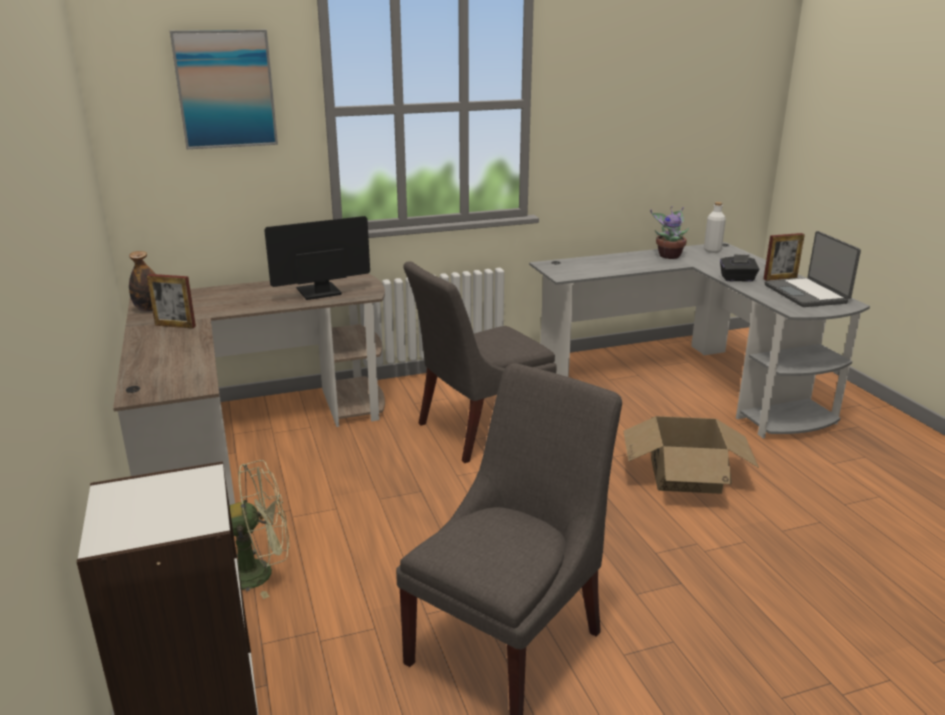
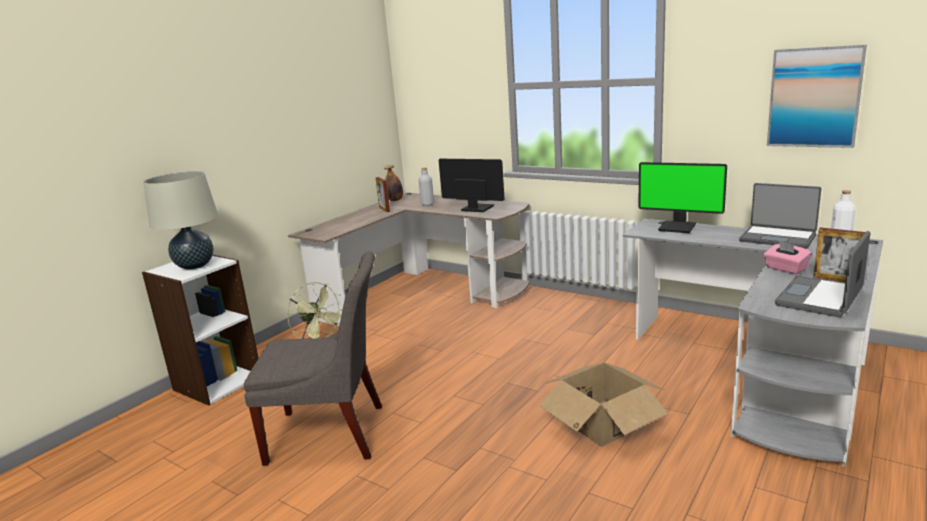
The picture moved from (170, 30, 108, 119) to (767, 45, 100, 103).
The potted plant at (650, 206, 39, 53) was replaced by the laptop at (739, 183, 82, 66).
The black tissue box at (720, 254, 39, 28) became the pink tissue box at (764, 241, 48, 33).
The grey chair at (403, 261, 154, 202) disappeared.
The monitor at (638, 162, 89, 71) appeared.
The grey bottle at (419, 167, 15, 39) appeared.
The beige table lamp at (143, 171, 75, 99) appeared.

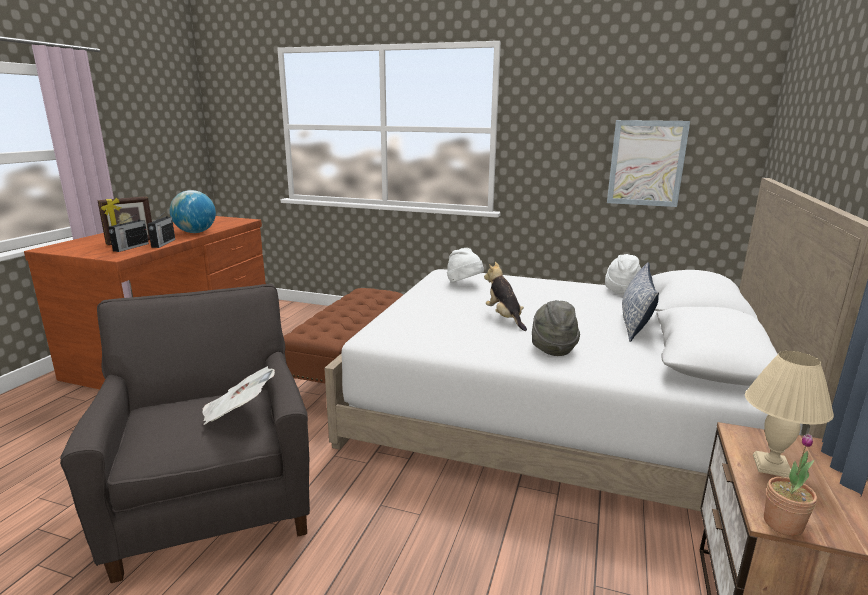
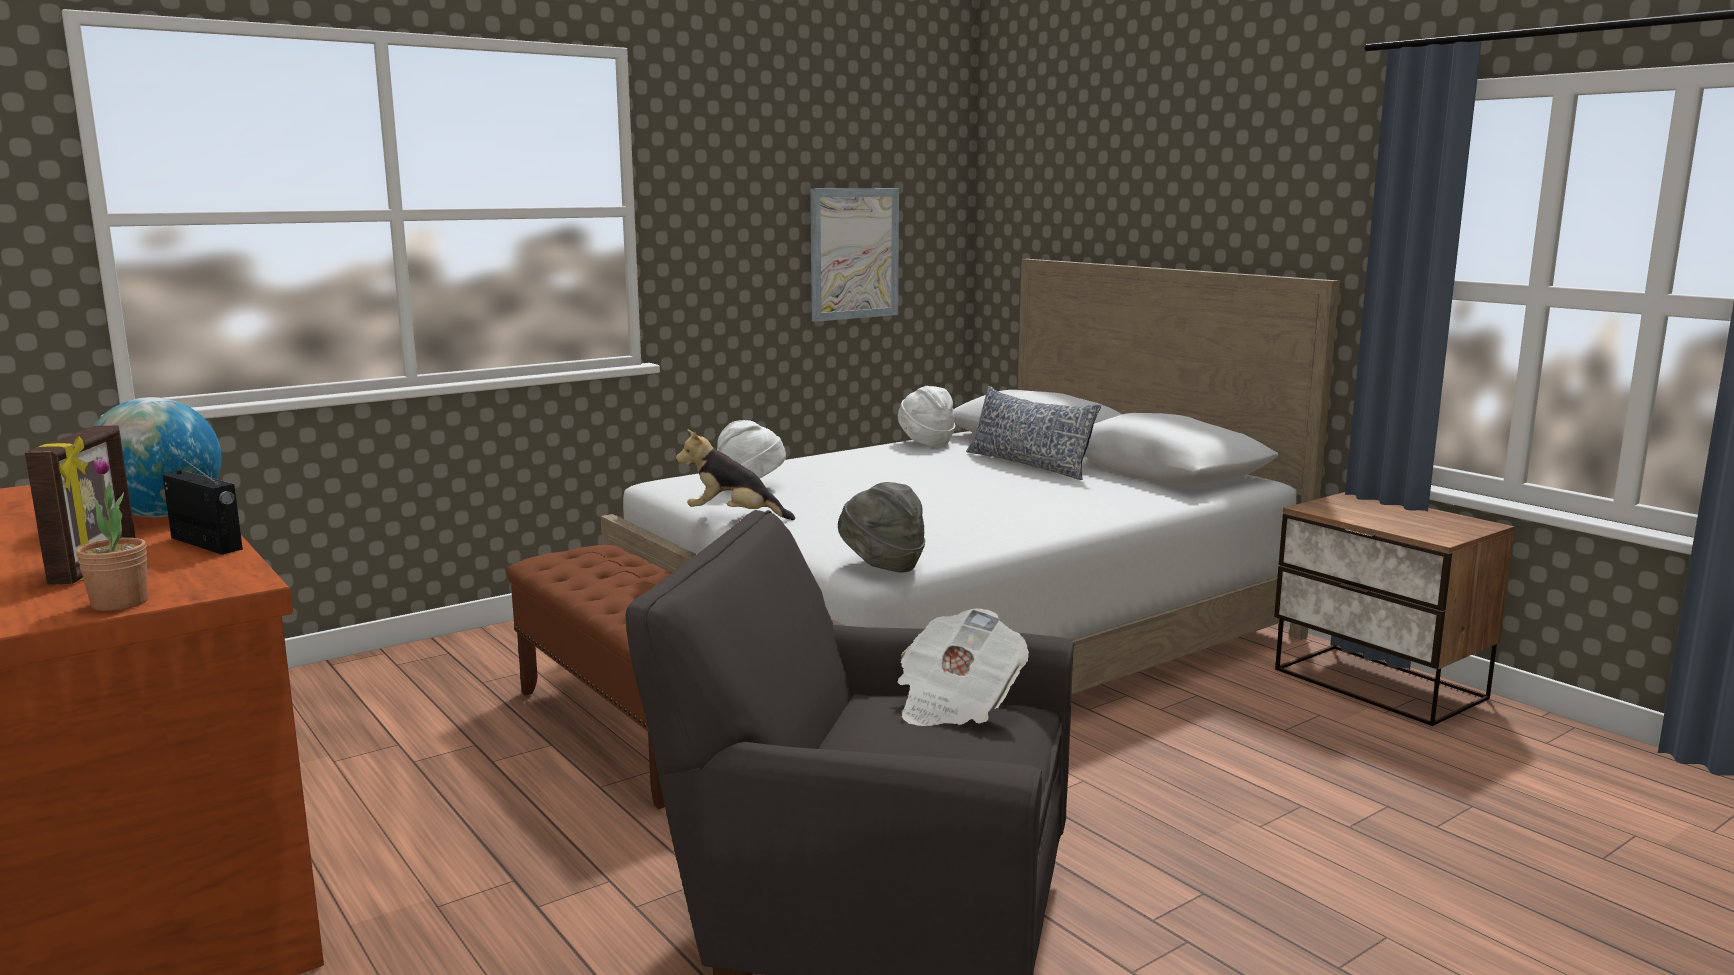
The radio at (109, 214, 40, 38) disappeared.
The plush toy moved from (484, 262, 43, 69) to (676, 429, 119, 91).
The grey hat moved from (532, 300, 48, 56) to (838, 482, 87, 90).
The beige table lamp at (745, 351, 89, 127) disappeared.
The potted plant moved from (764, 434, 53, 102) to (76, 457, 72, 154).

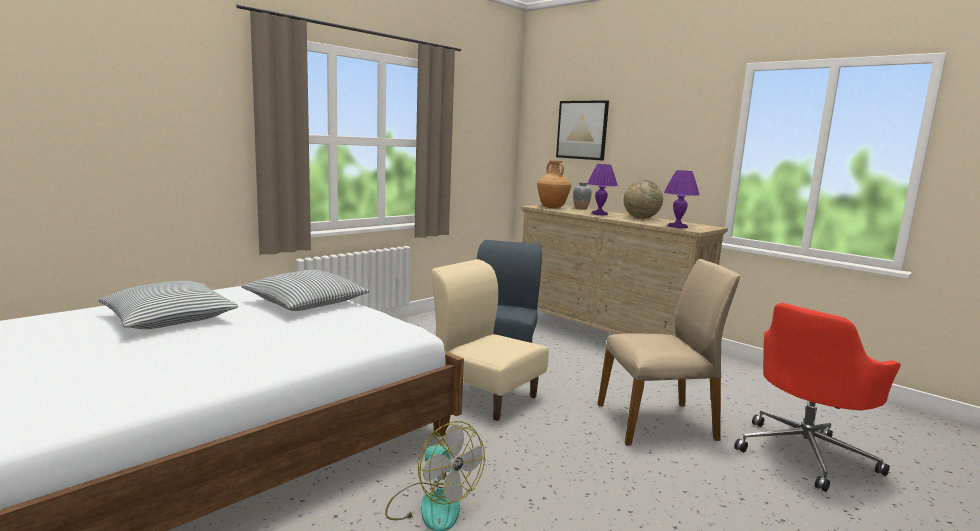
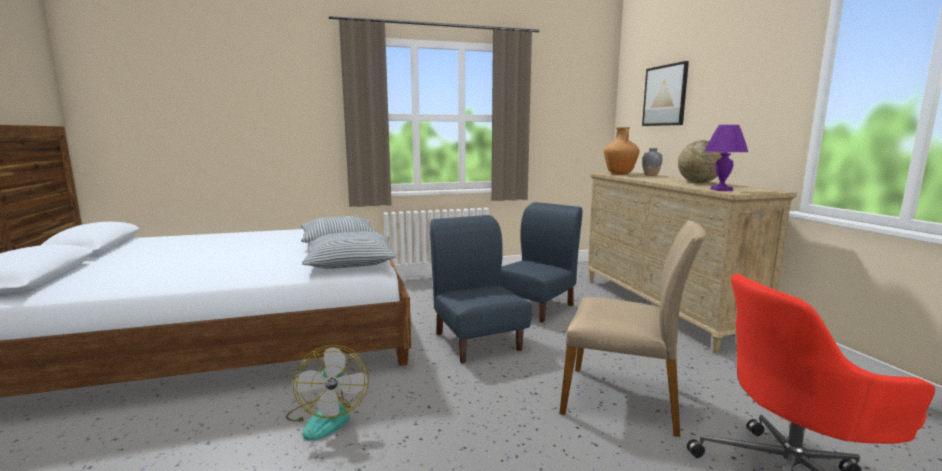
The purple table lamp at (587, 164, 31, 51) disappeared.
The beige chair at (432, 259, 116, 162) became the blue chair at (430, 215, 102, 148).
The pillow moved from (98, 281, 140, 48) to (302, 232, 94, 37).

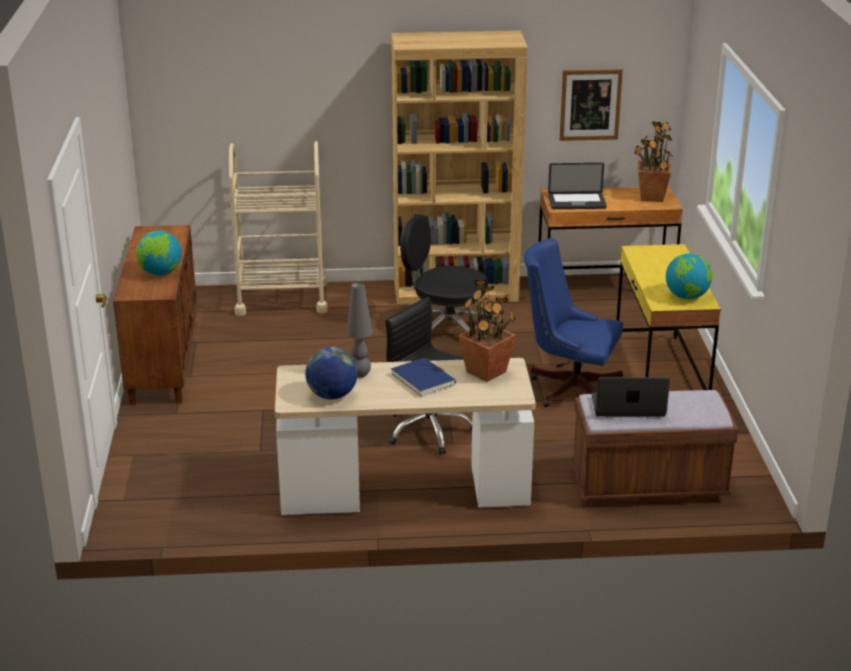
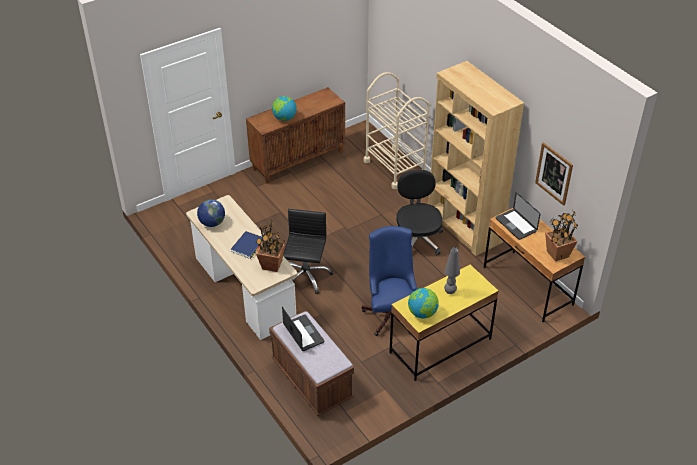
The grey table lamp moved from (346, 282, 27, 96) to (444, 247, 16, 47).

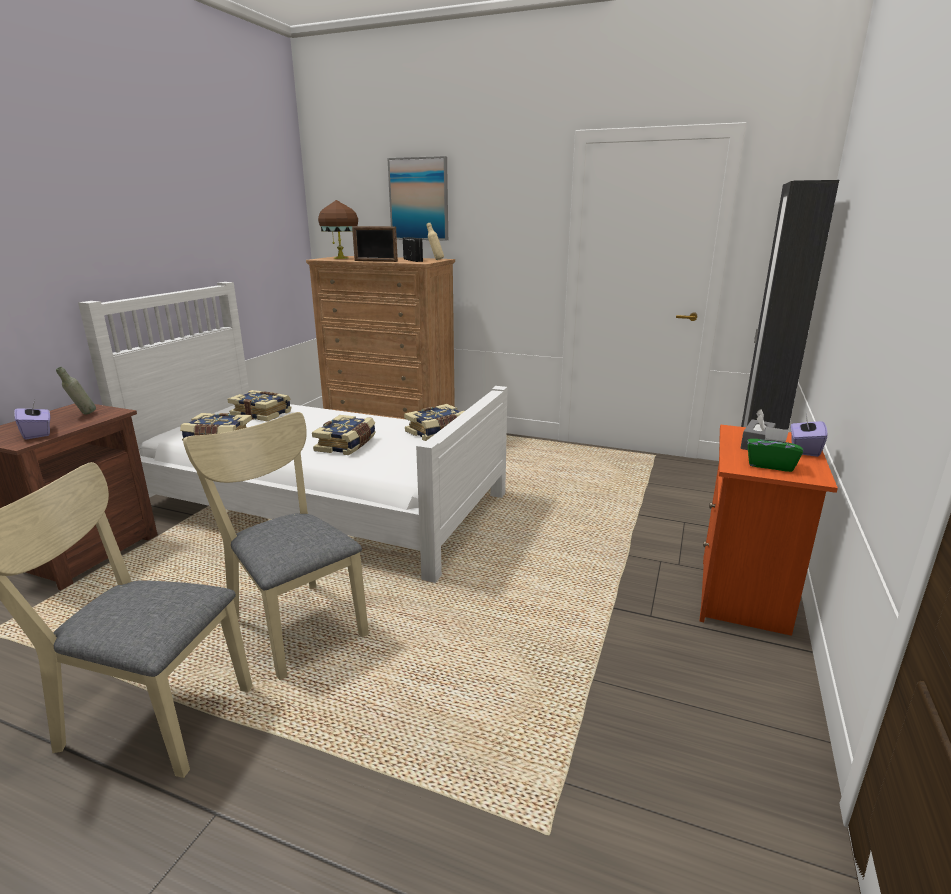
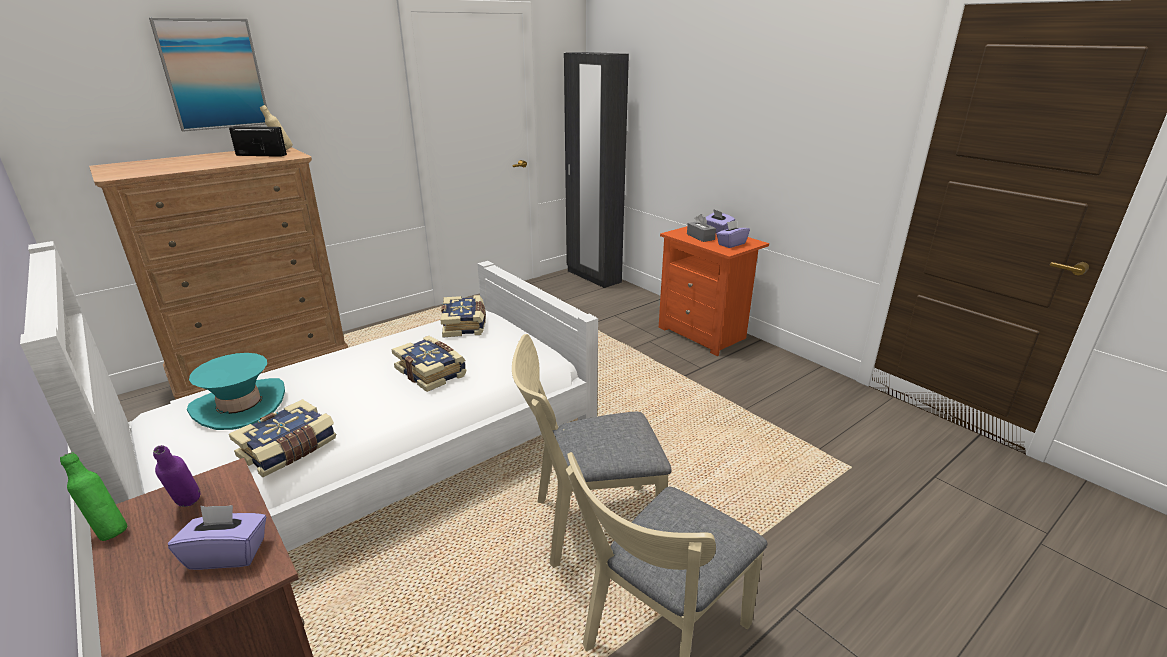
The brown table lamp at (318, 200, 40, 59) disappeared.
The picture frame at (352, 226, 46, 36) disappeared.
The grey bottle at (56, 367, 40, 48) became the purple bottle at (153, 445, 48, 62).
The book at (228, 390, 63, 32) was replaced by the turquoise hat at (187, 353, 98, 77).
The green tissue box at (747, 427, 56, 45) became the purple tissue box at (716, 220, 34, 28).
The green bottle at (60, 452, 67, 89) appeared.

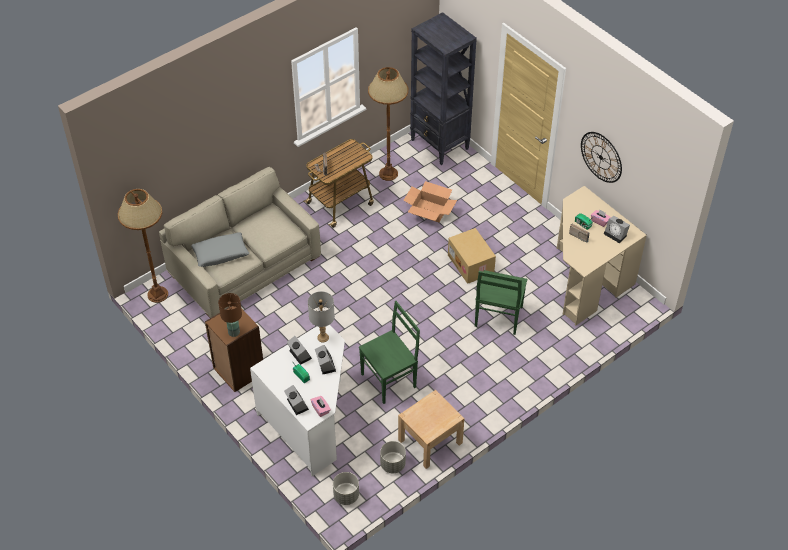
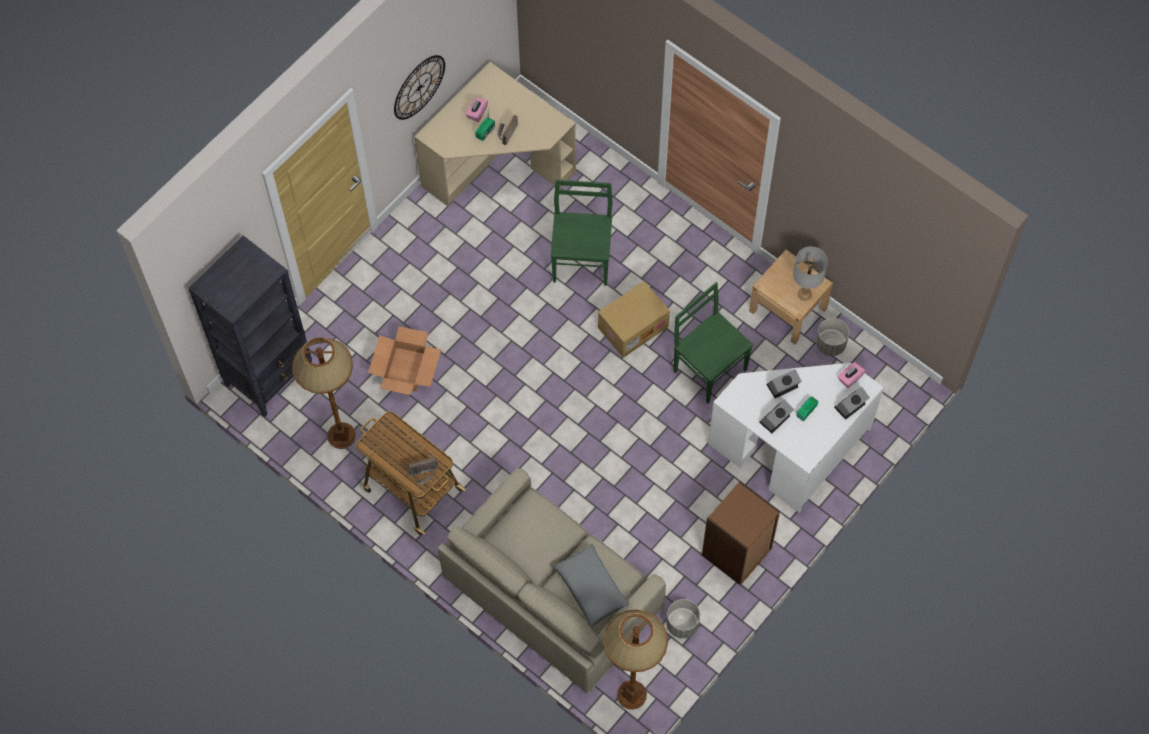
The alarm clock at (604, 216, 26, 27) disappeared.
The cardboard box moved from (448, 228, 48, 56) to (598, 281, 72, 77).
The green chair at (475, 270, 52, 65) turned 90 degrees counterclockwise.
The grey table lamp moved from (308, 291, 27, 51) to (793, 247, 35, 54).
The brown table lamp at (218, 293, 24, 44) disappeared.
The grey planter moved from (333, 472, 26, 33) to (666, 599, 34, 40).

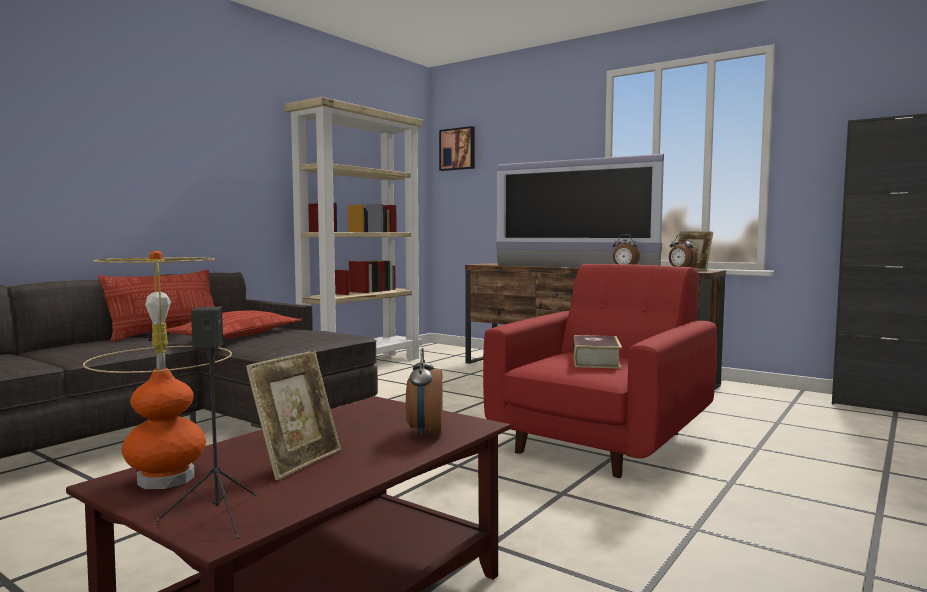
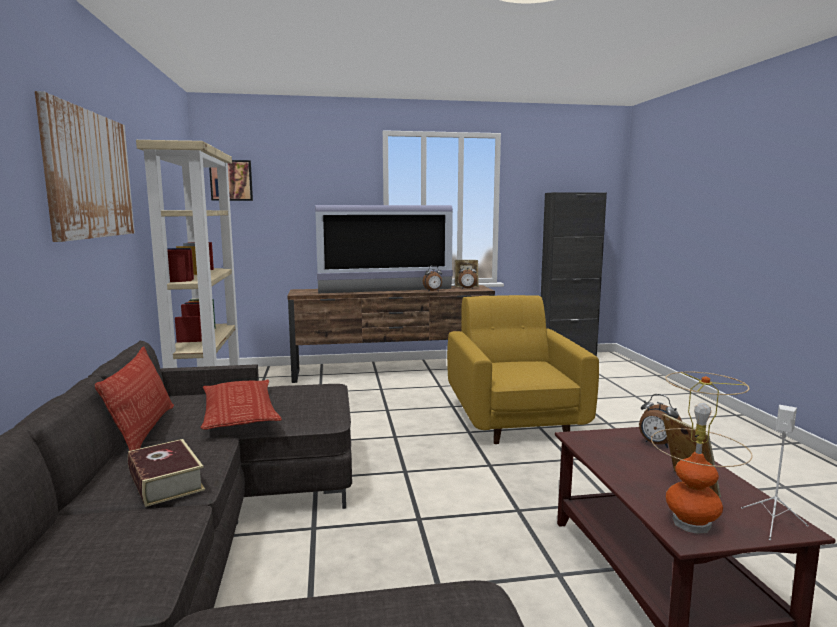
The red armchair at (483, 264, 234, 214) became the yellow armchair at (447, 295, 152, 149).
The black speaker at (156, 307, 101, 232) became the white speaker at (741, 405, 68, 135).
The book moved from (573, 335, 49, 34) to (128, 439, 77, 68).
The picture at (35, 91, 100, 151) appeared.

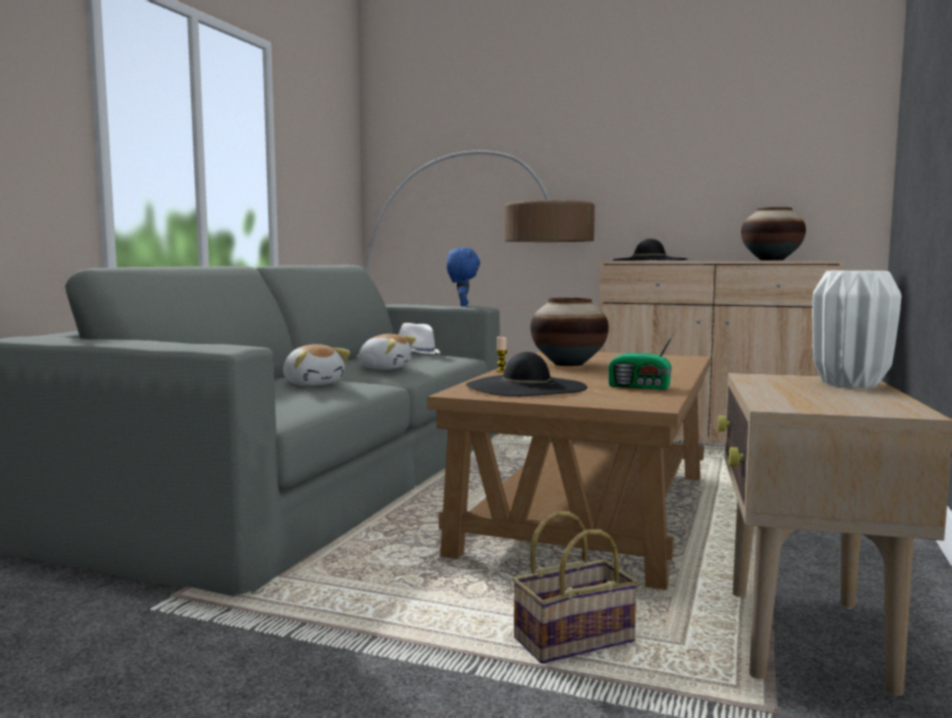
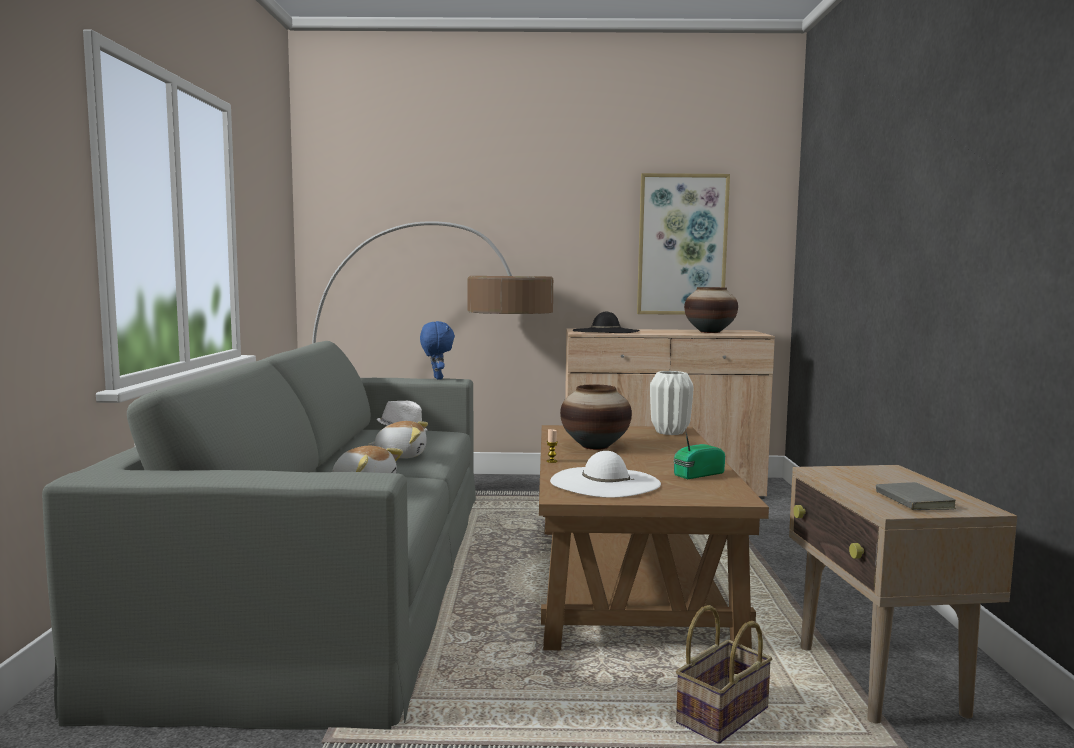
The white vase moved from (812, 270, 89, 118) to (650, 371, 44, 64).
The radio at (608, 328, 69, 62) turned 150 degrees clockwise.
The black hat at (466, 352, 121, 44) became the white hat at (550, 451, 111, 47).
The picture at (637, 173, 93, 142) appeared.
The grey book at (876, 482, 80, 28) appeared.

